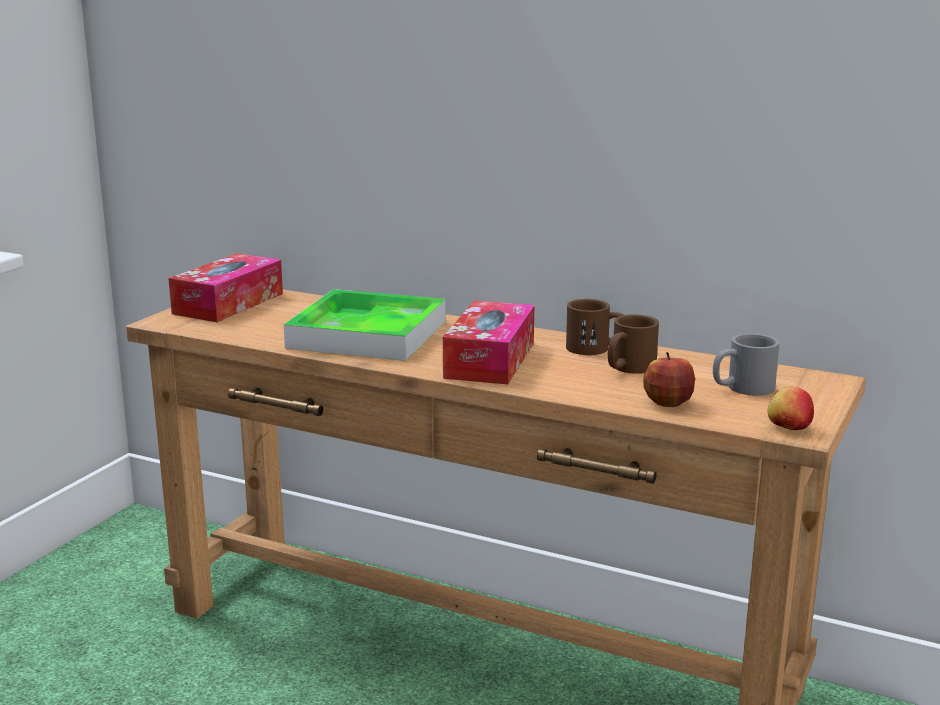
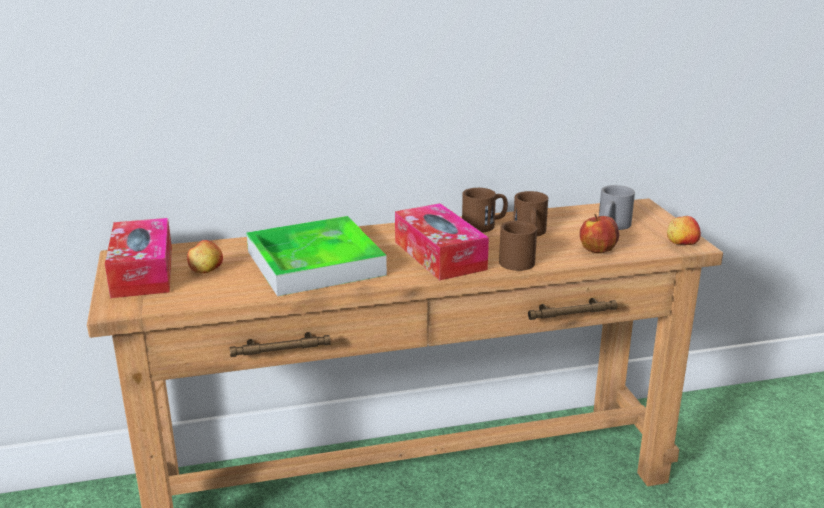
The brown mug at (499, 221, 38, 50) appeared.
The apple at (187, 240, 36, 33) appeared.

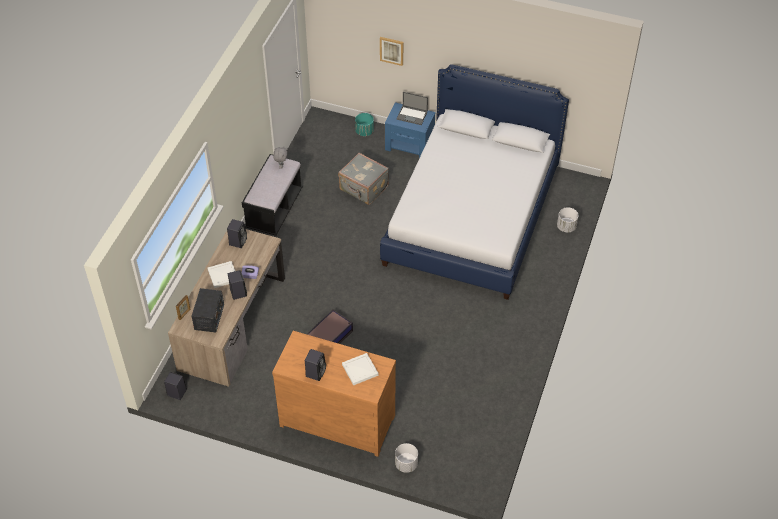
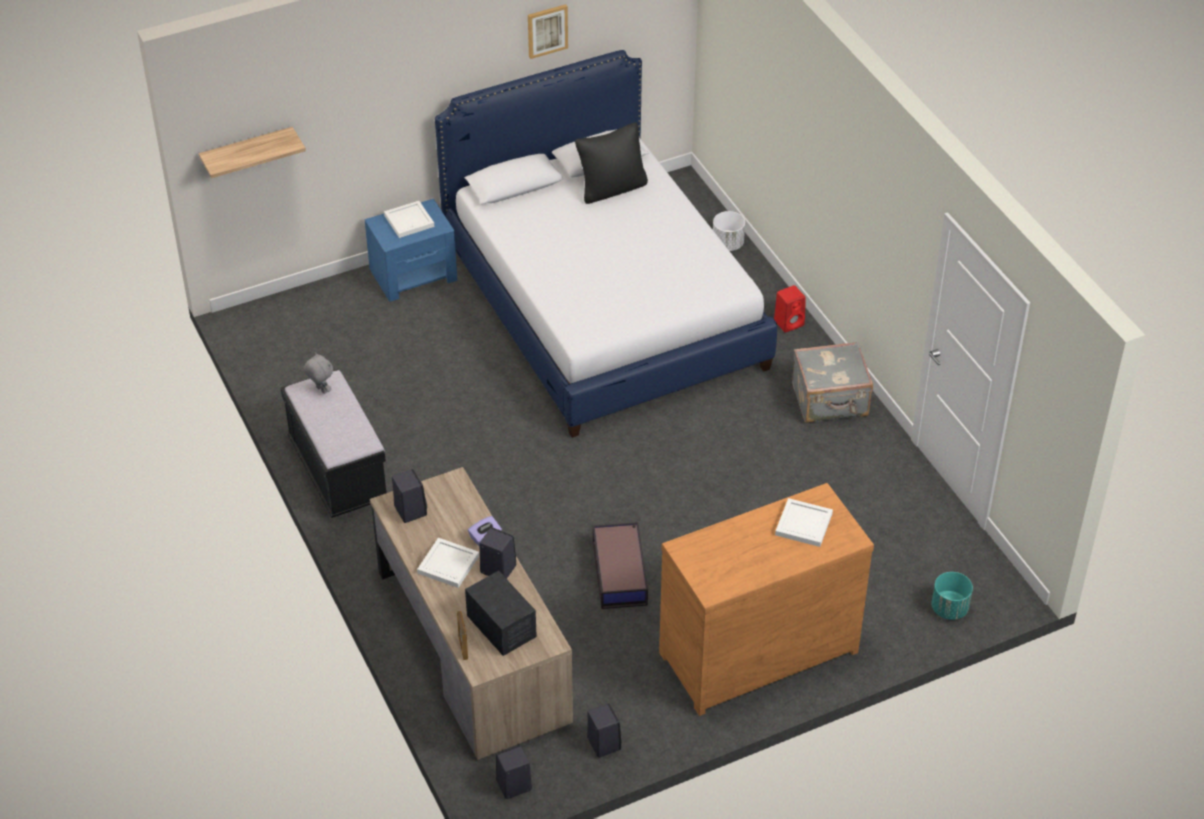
The picture moved from (380, 37, 23, 29) to (528, 4, 40, 55).
The laptop at (396, 92, 32, 33) was replaced by the white tray at (384, 201, 50, 37).
The turquoise planter moved from (355, 113, 19, 23) to (931, 572, 42, 48).
The grey suitcase moved from (338, 153, 51, 52) to (792, 342, 81, 81).
The black speaker moved from (305, 349, 21, 32) to (587, 703, 35, 55).
The white planter at (395, 443, 23, 30) disappeared.
The black pillow at (575, 122, 73, 82) appeared.
The shelf at (199, 127, 107, 51) appeared.
The red speaker at (774, 285, 32, 48) appeared.

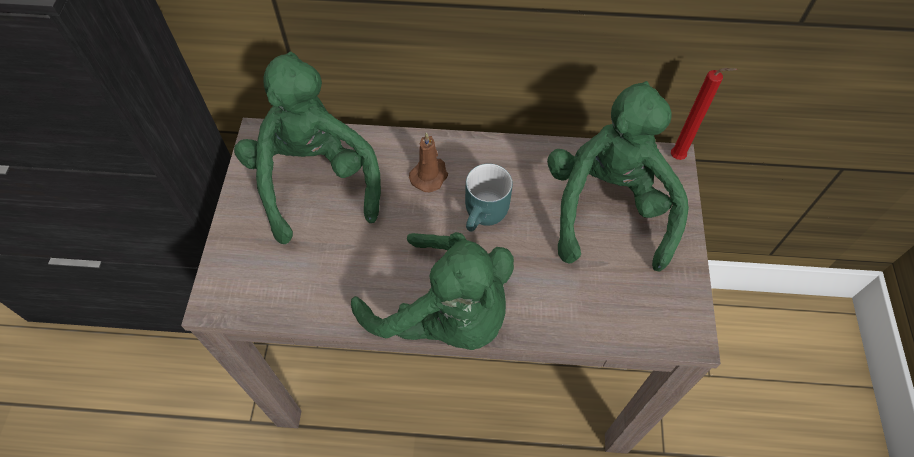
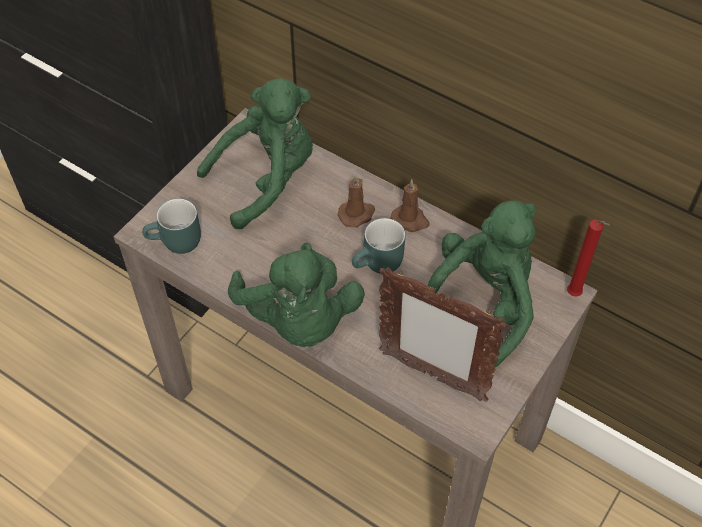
The green plush toy at (234, 52, 147, 192) turned 45 degrees clockwise.
The brown candle at (390, 179, 40, 53) appeared.
The turquoise mug at (142, 198, 59, 56) appeared.
The picture frame at (379, 267, 128, 135) appeared.

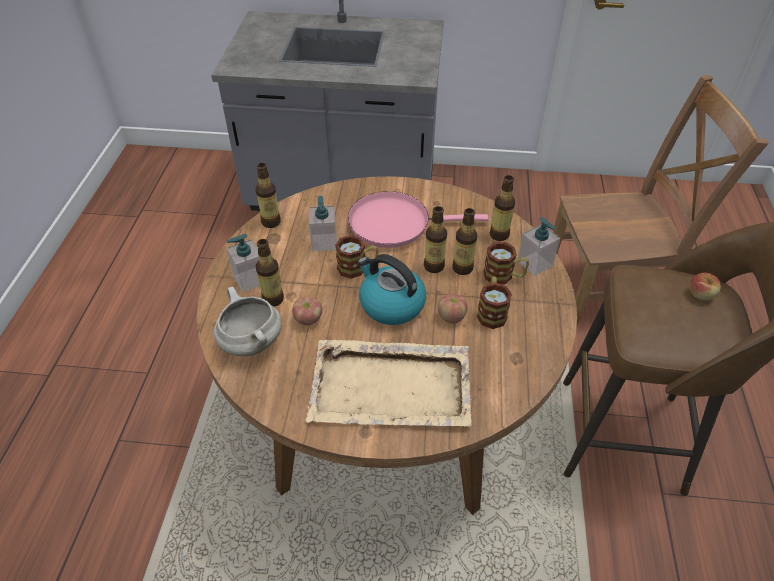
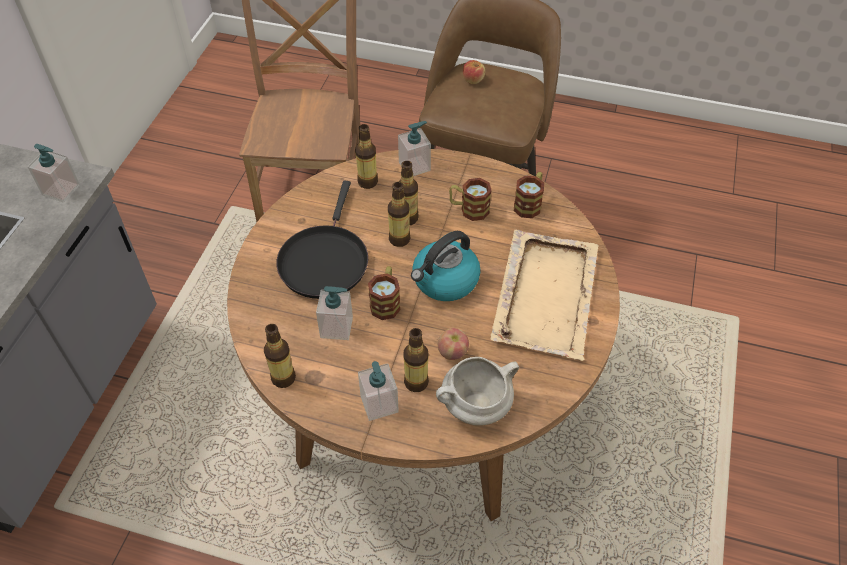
The pink frying pan at (348, 191, 141, 57) became the black frying pan at (276, 181, 92, 118).
The mug moved from (484, 242, 45, 42) to (514, 172, 30, 46).
The apple at (438, 294, 30, 30) disappeared.
The soap dispenser at (28, 144, 52, 59) appeared.

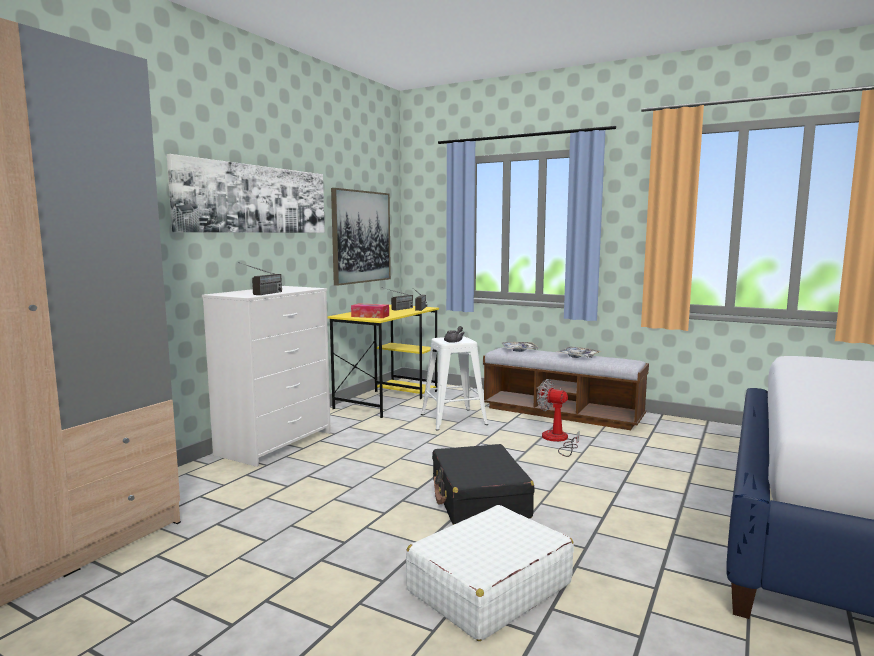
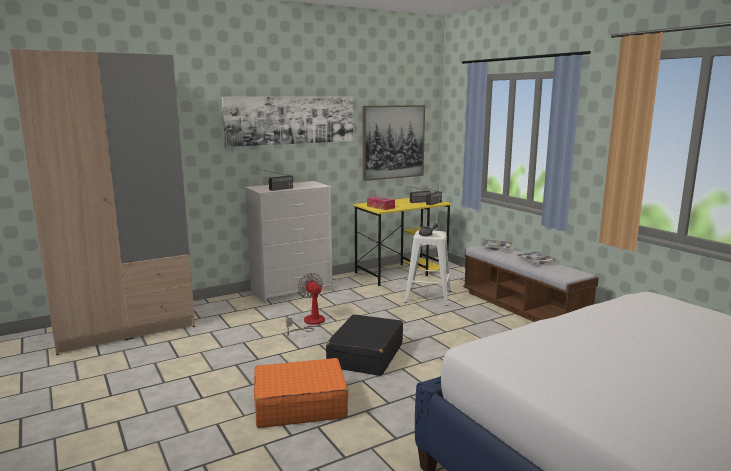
The fan moved from (537, 379, 43, 78) to (286, 273, 39, 61).
The white suitcase at (406, 505, 168, 136) became the orange suitcase at (254, 358, 94, 70).

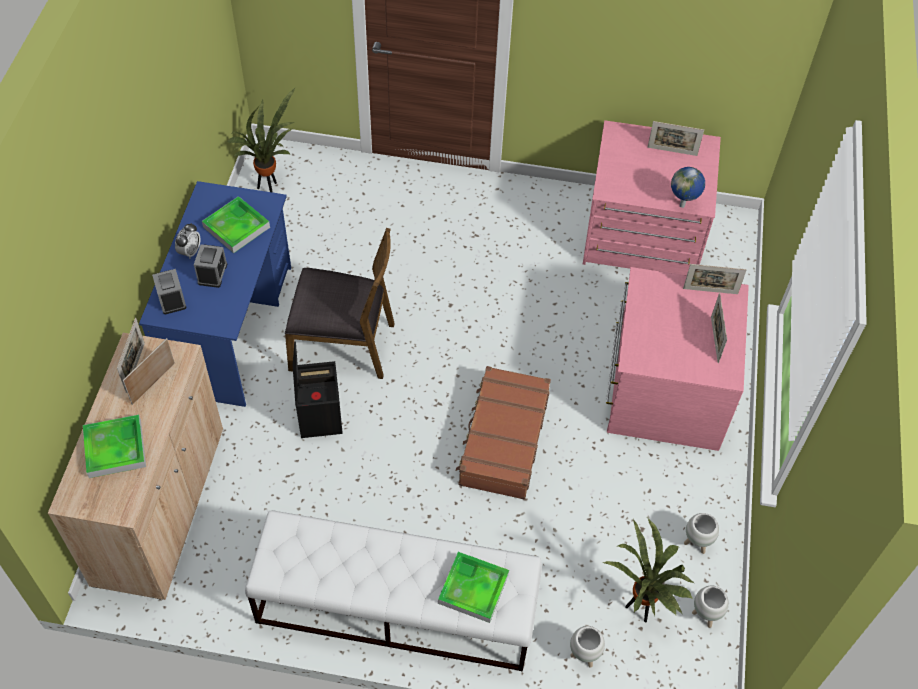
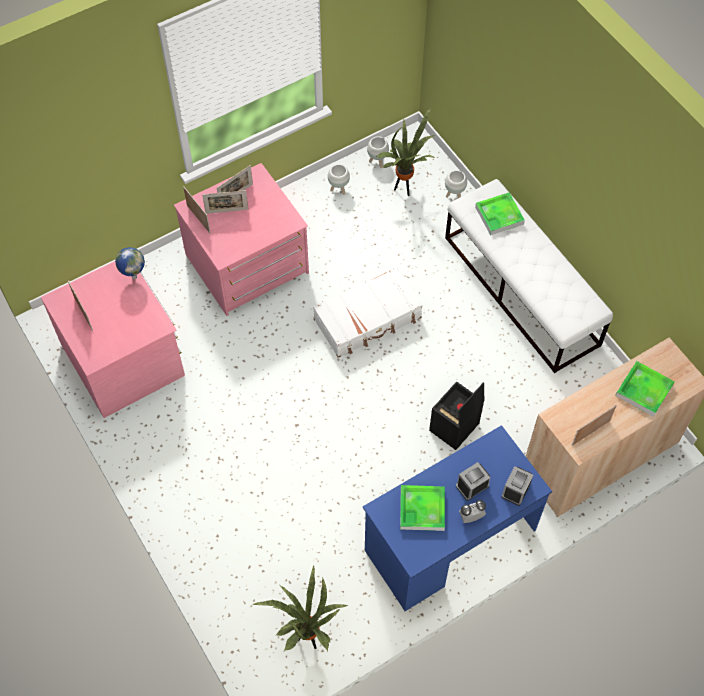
The brown chair at (285, 228, 110, 151) disappeared.
The picture frame moved from (123, 338, 52, 67) to (202, 190, 46, 24).
The brown suitcase at (456, 366, 95, 134) became the white suitcase at (313, 267, 110, 91).

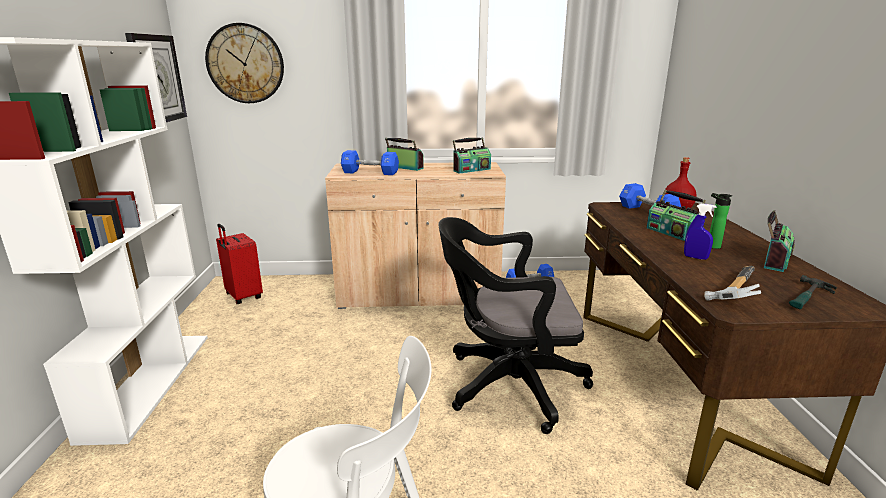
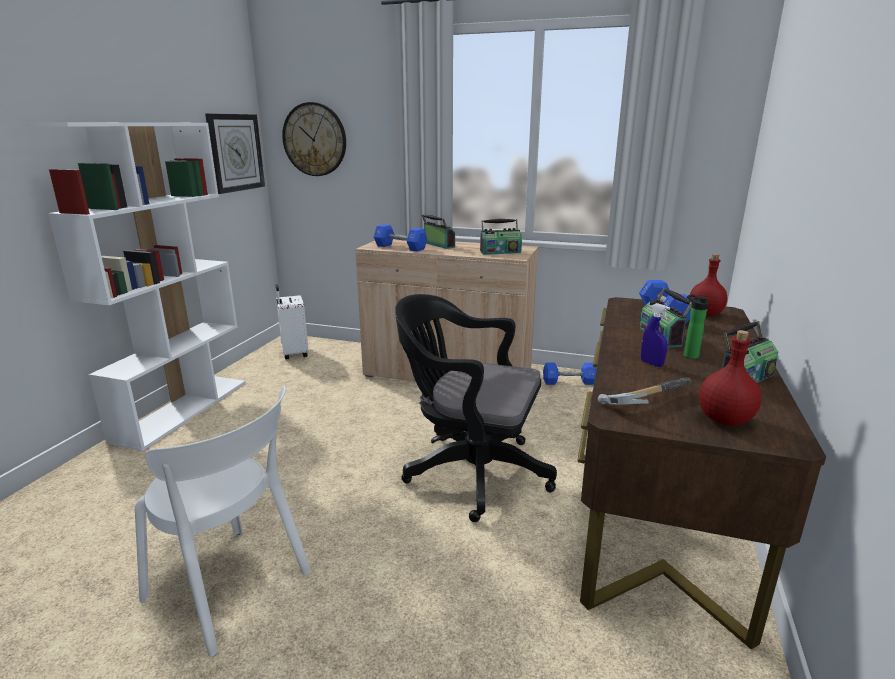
The red suitcase at (216, 224, 47, 80) became the white suitcase at (276, 284, 33, 75).
The hammer at (789, 275, 48, 34) was replaced by the red bottle at (699, 330, 63, 96).

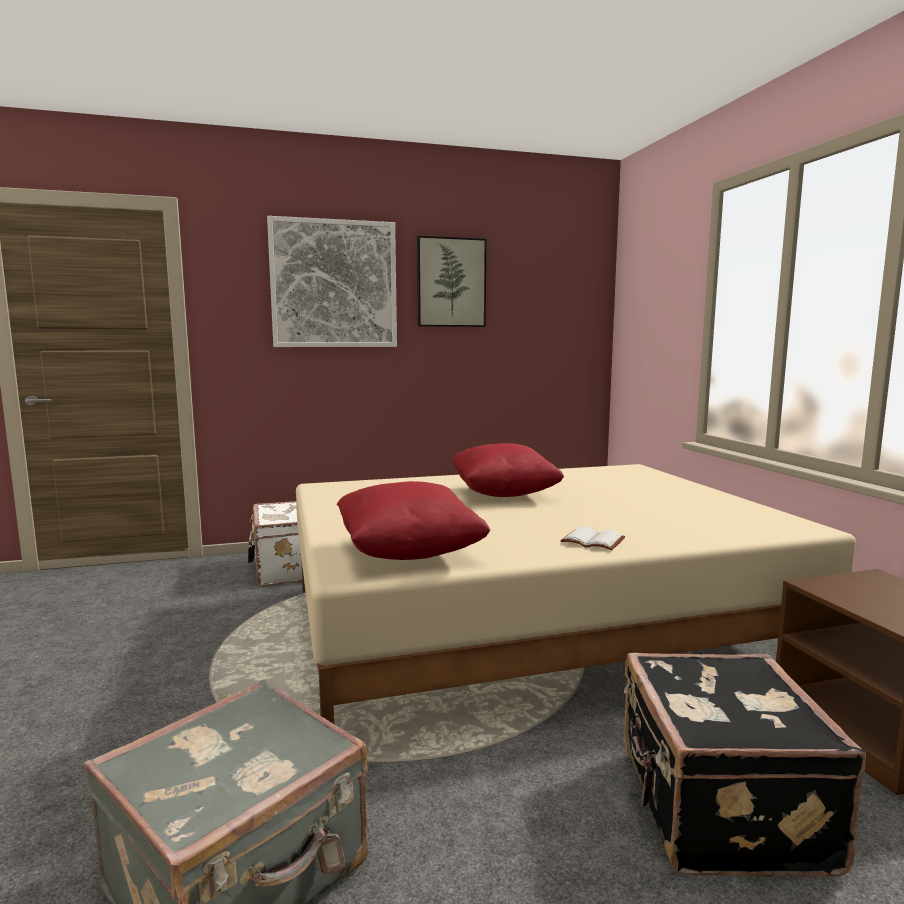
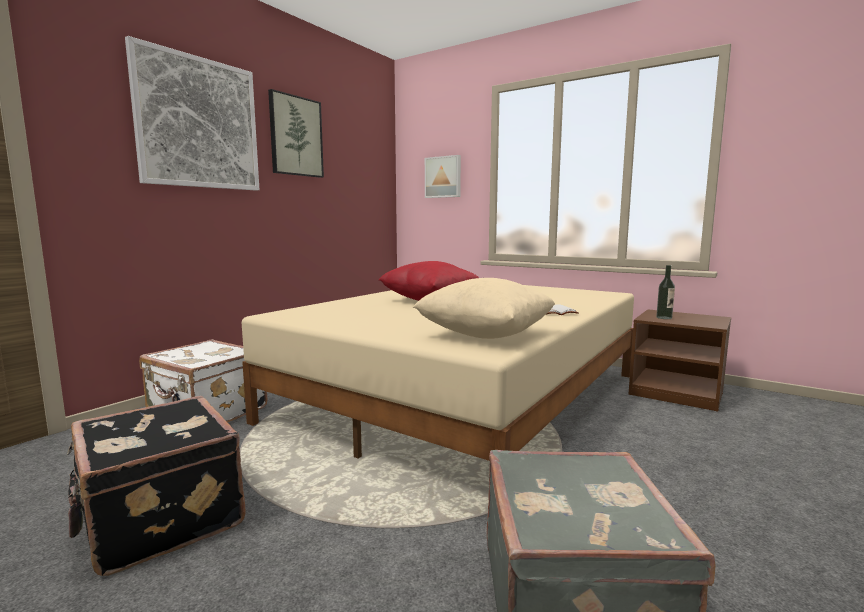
The red pillow at (337, 481, 153, 79) became the beige pillow at (413, 278, 142, 61).
The black suitcase moved from (623, 653, 243, 224) to (67, 396, 178, 180).
The picture at (425, 155, 36, 43) appeared.
The bottle at (656, 265, 19, 54) appeared.

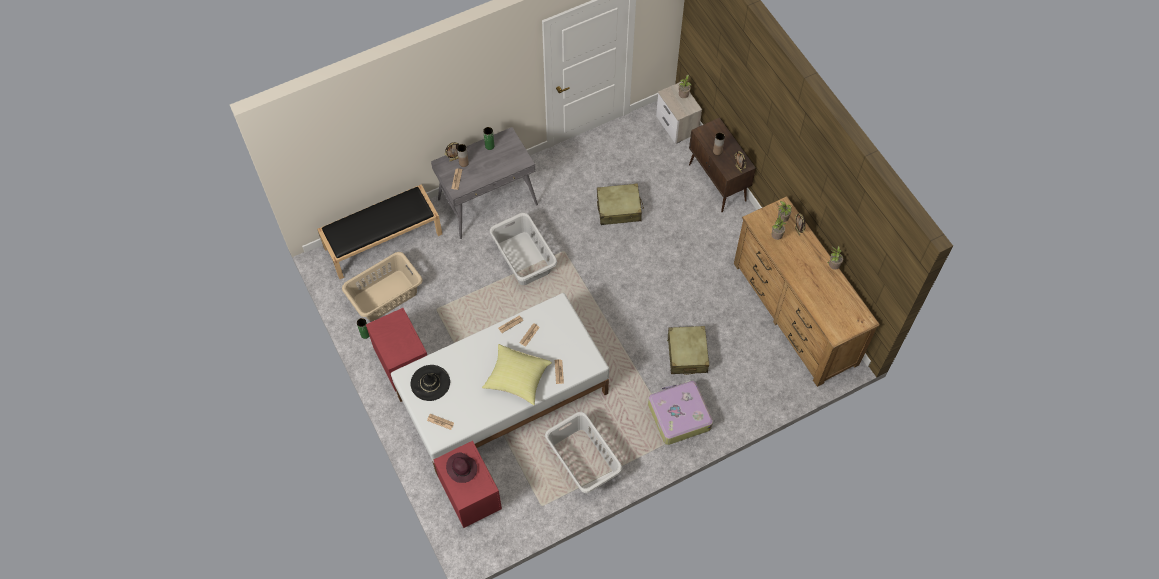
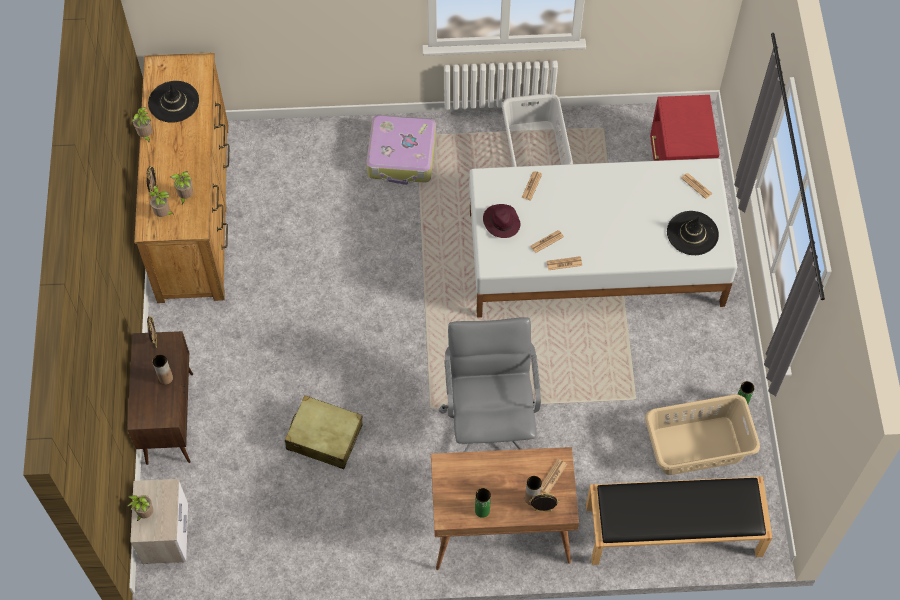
The grey desk at (431, 127, 107, 112) became the brown desk at (431, 447, 148, 123).
The grey laundry basket at (489, 212, 68, 73) was replaced by the grey office chair at (439, 317, 102, 135).
The red nightstand at (366, 308, 61, 84) disappeared.
The beige suitcase at (667, 326, 42, 49) disappeared.
The yellow pillow at (482, 344, 70, 61) disappeared.
The purple hat moved from (446, 453, 31, 30) to (483, 204, 37, 34).
The black hat at (148, 81, 51, 42) appeared.

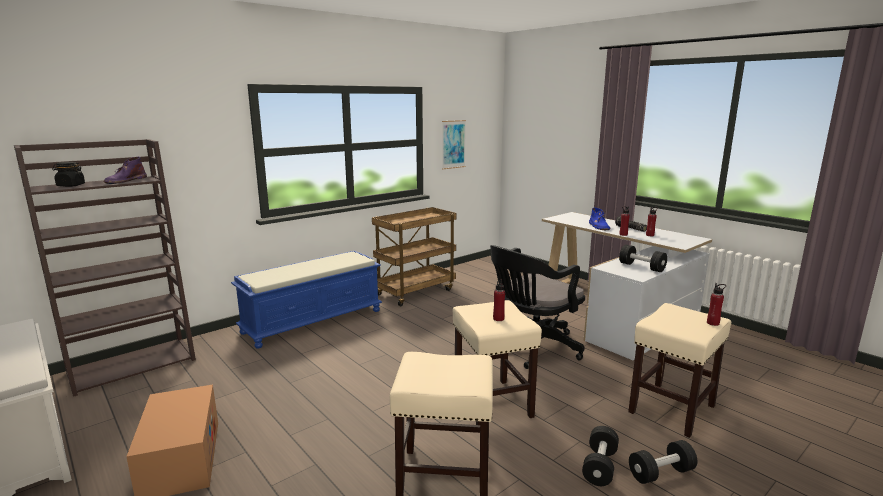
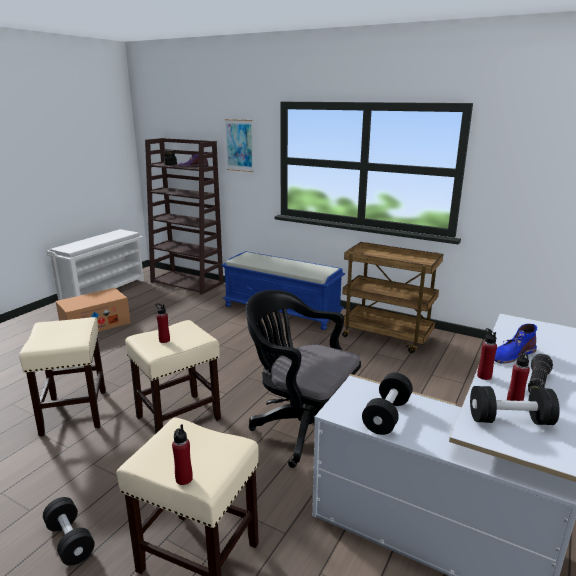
The picture moved from (442, 120, 24, 49) to (225, 119, 29, 53).
The black dumbbell moved from (582, 426, 37, 60) to (470, 386, 90, 39).

